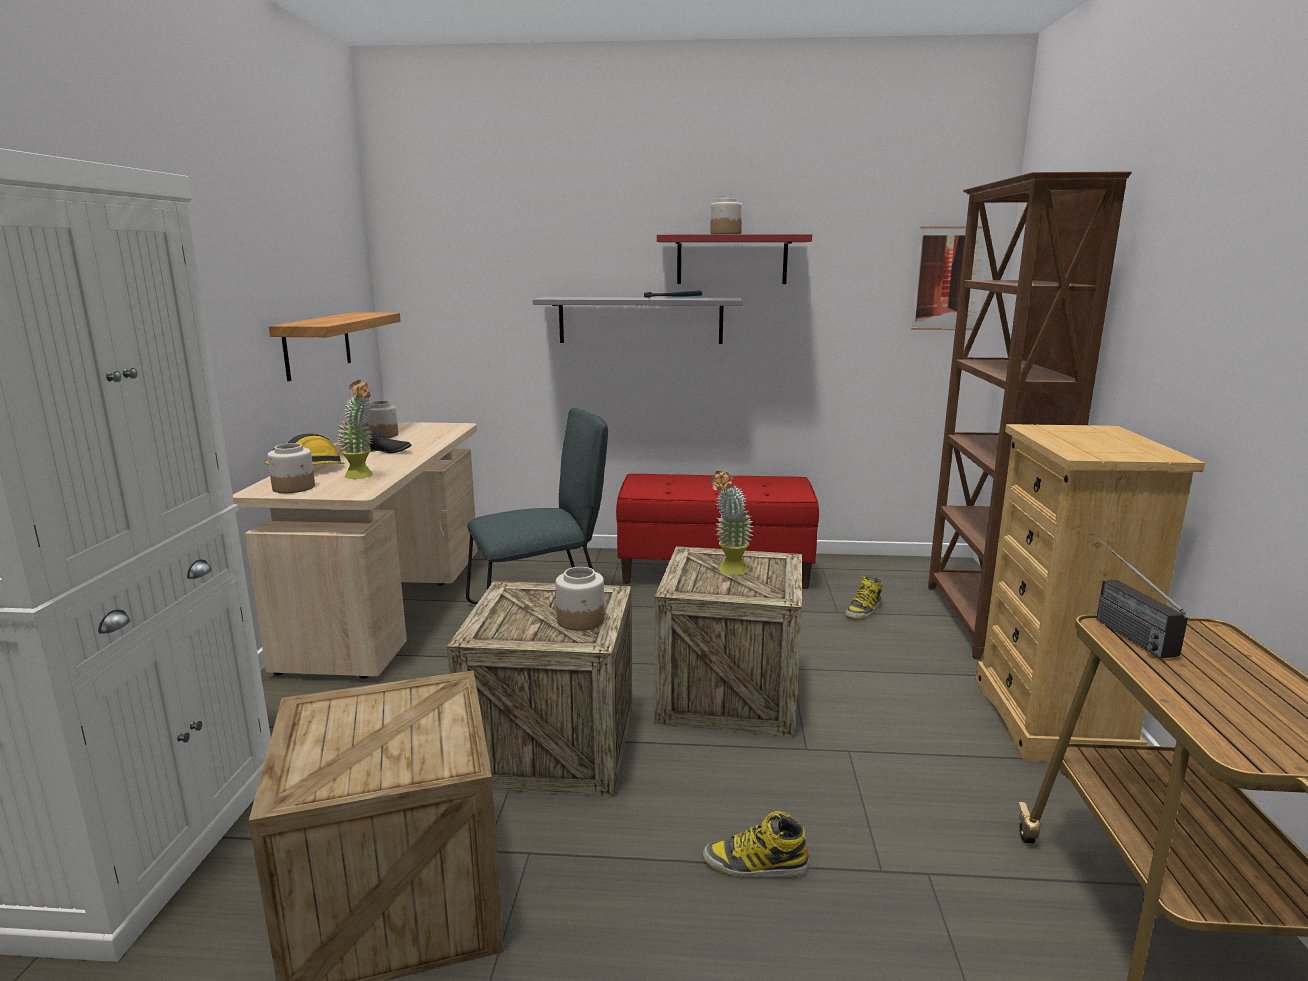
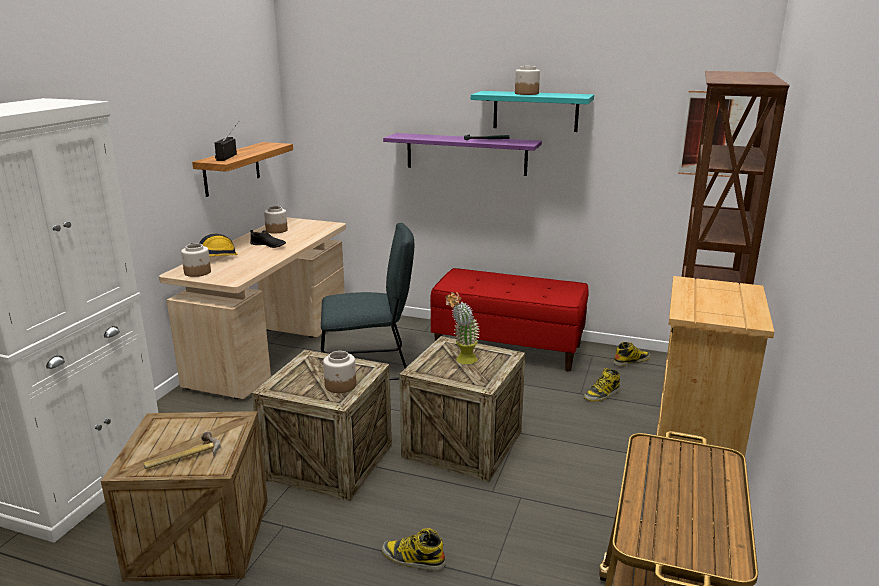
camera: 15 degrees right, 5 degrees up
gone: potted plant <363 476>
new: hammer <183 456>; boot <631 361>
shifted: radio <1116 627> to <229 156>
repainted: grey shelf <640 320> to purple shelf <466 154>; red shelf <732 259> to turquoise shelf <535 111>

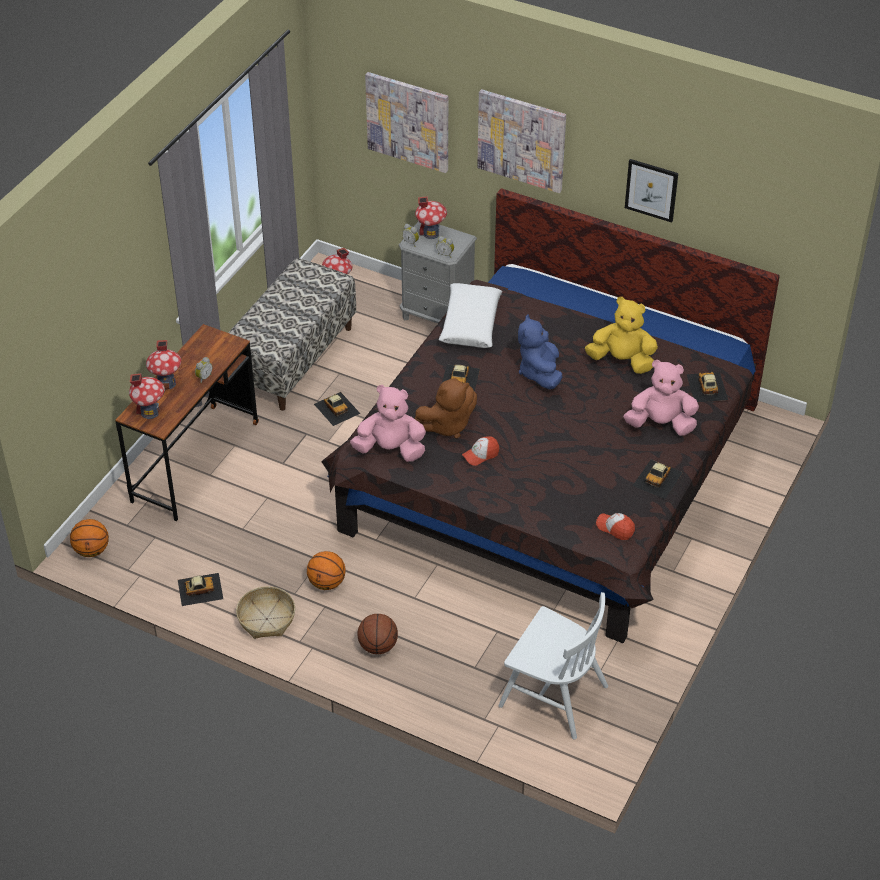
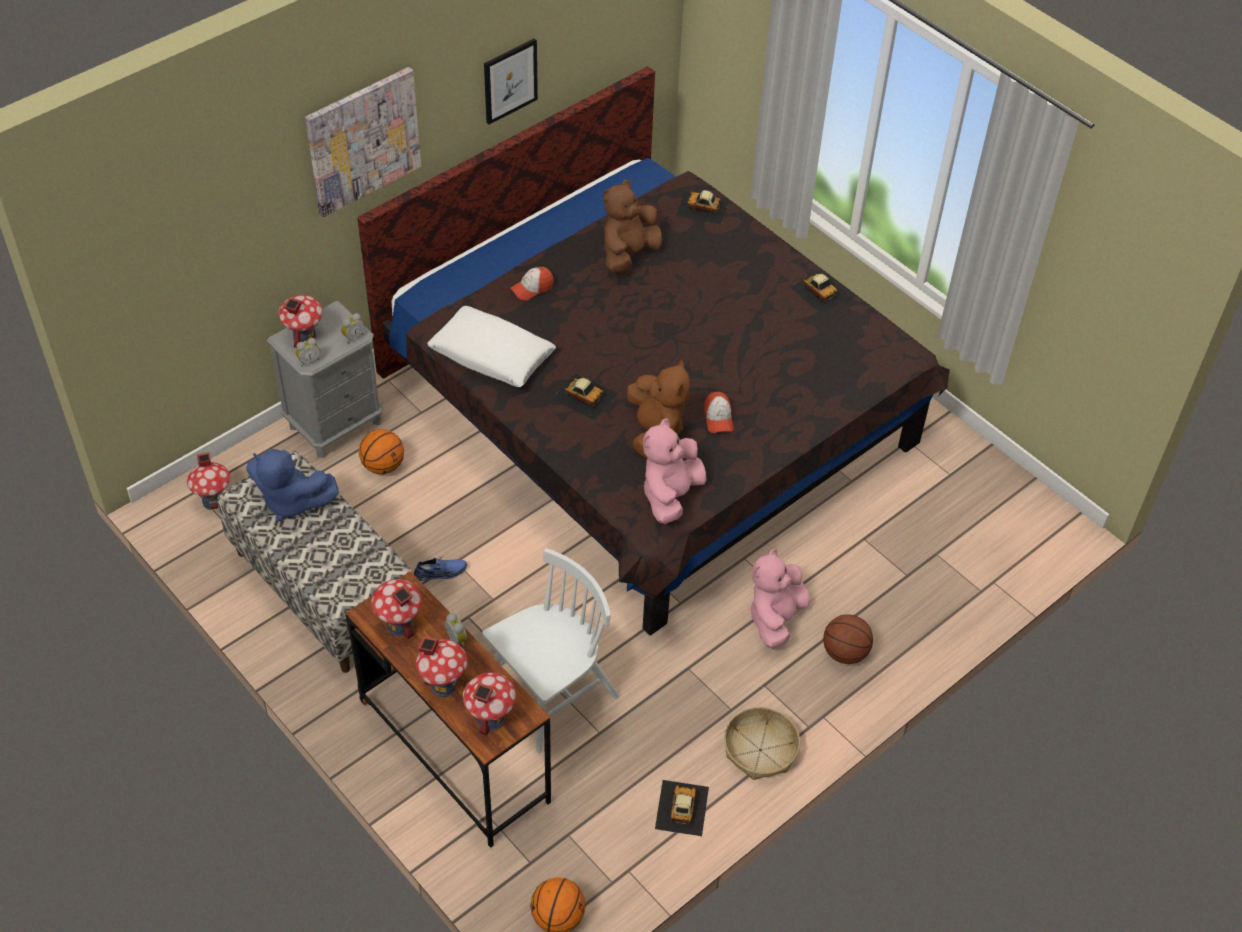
camera: 70 degrees left, 5 degrees up
gone: picture <408 121>
new: toy house <399 625>
shifted: blue plush toy <540 373> to <291 501>; basketball <326 583> to <383 466>; white chair <553 695> to <550 694>; cap <615 528> to <532 288>; pink plush toy <661 424> to <775 618>
swapped: toy car <337 408> to blue shoe <440 572>
repainted: yellow plush toy <622 361> to brown plush toy <628 254>

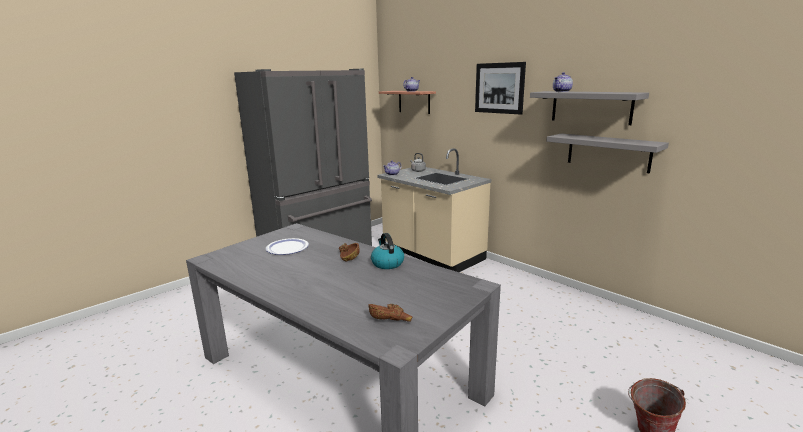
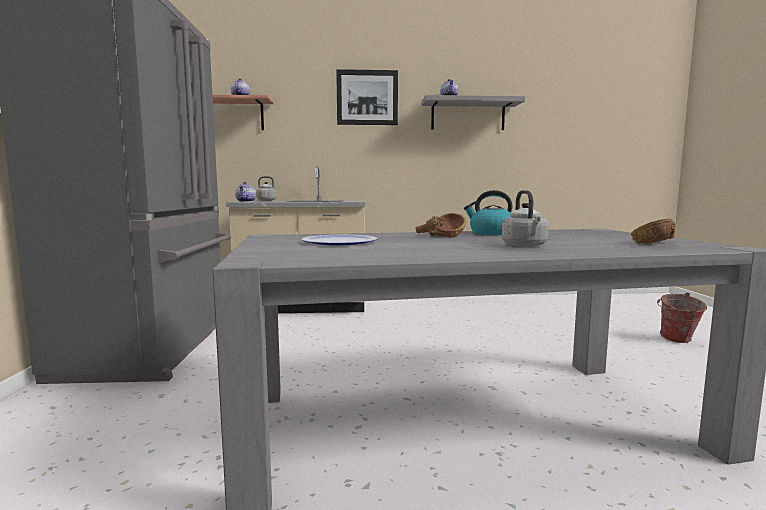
camera: 50 degrees left, 10 degrees down
gone: grey shelf <608 152>
new: grey kettle <525 246>

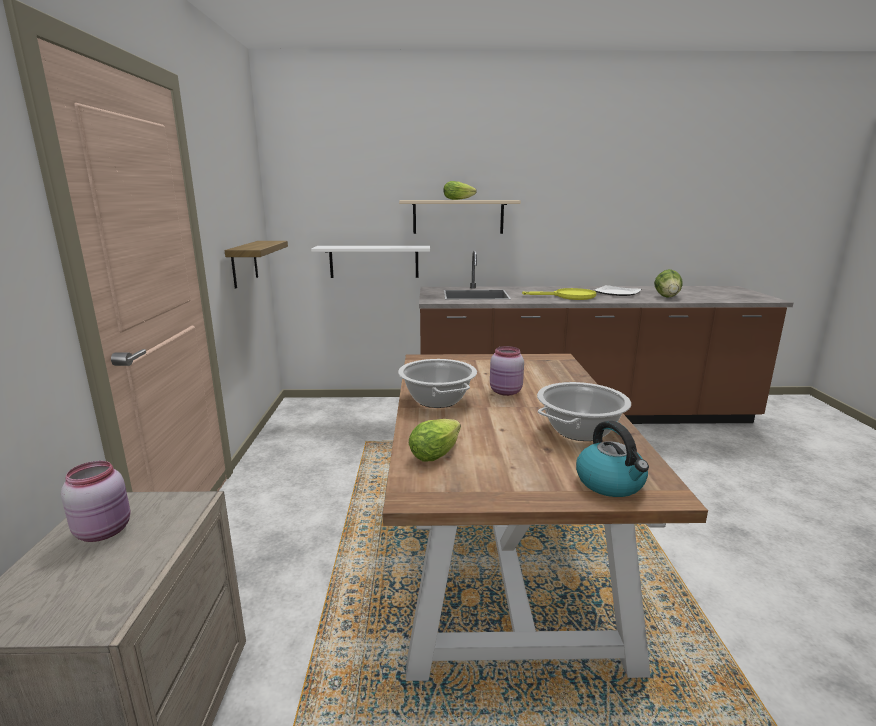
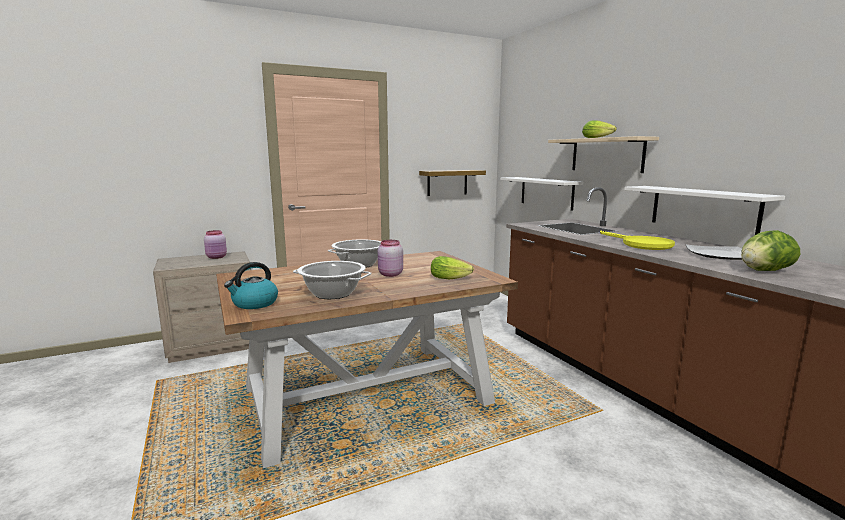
camera: 65 degrees right, 5 degrees down
new: white shelf <703 209>
shifted: lettuce <438 451> to <452 278>

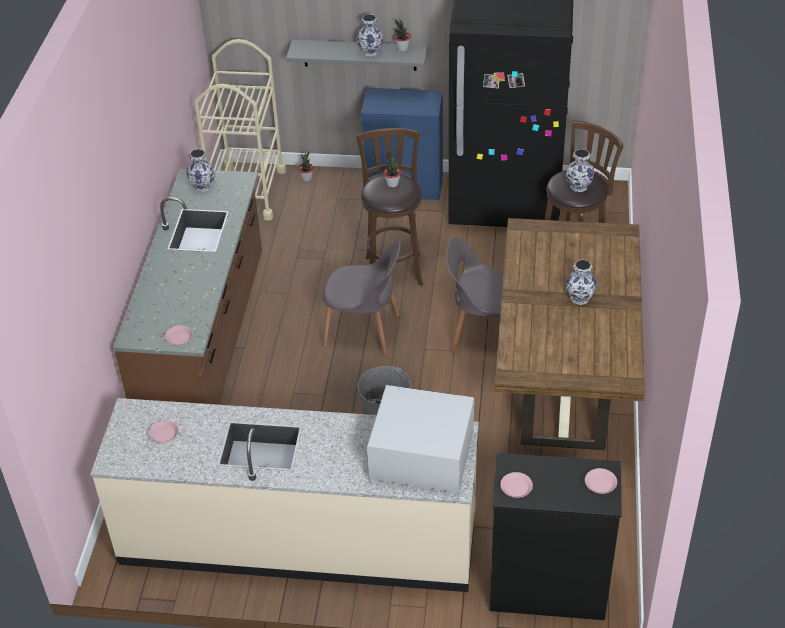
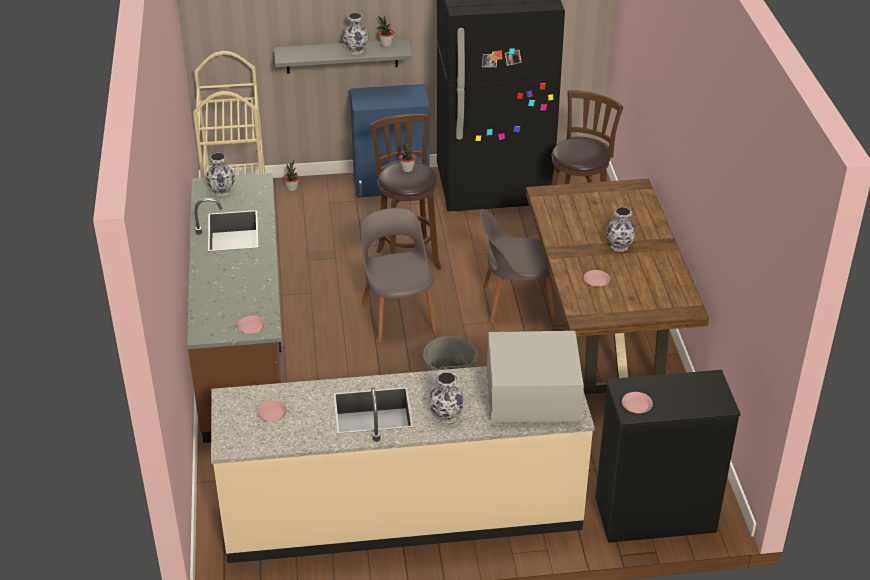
camera: 15 degrees left, 5 degrees down
shifted: vase <578 186> to <446 415>; pink plate <600 483> to <596 280>
rotated: grey chair <364 331> = <398 316> 105 degrees counterclockwise

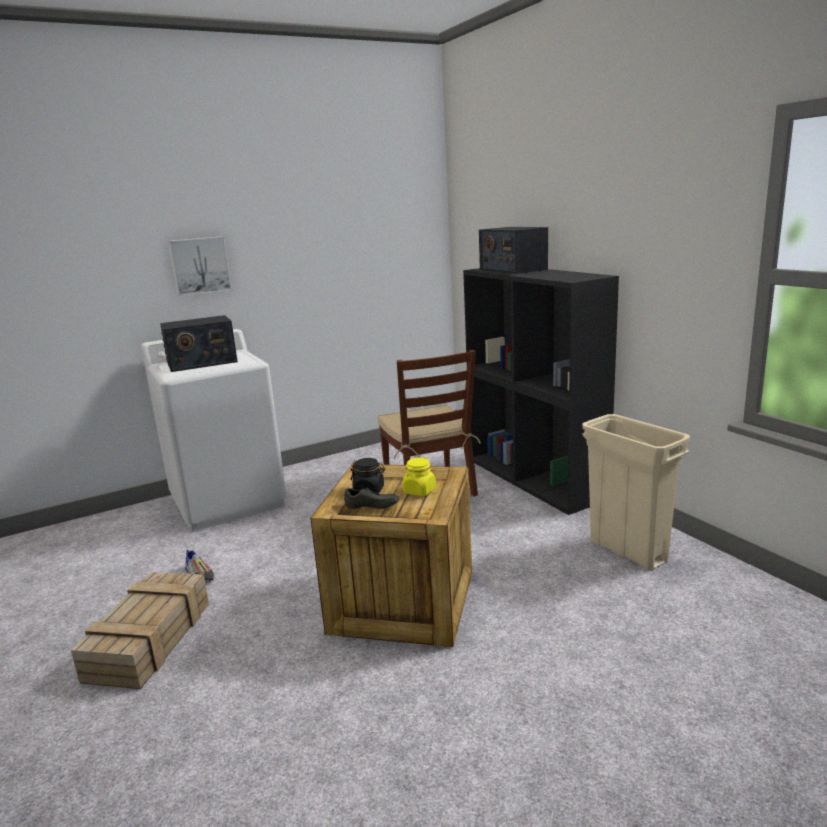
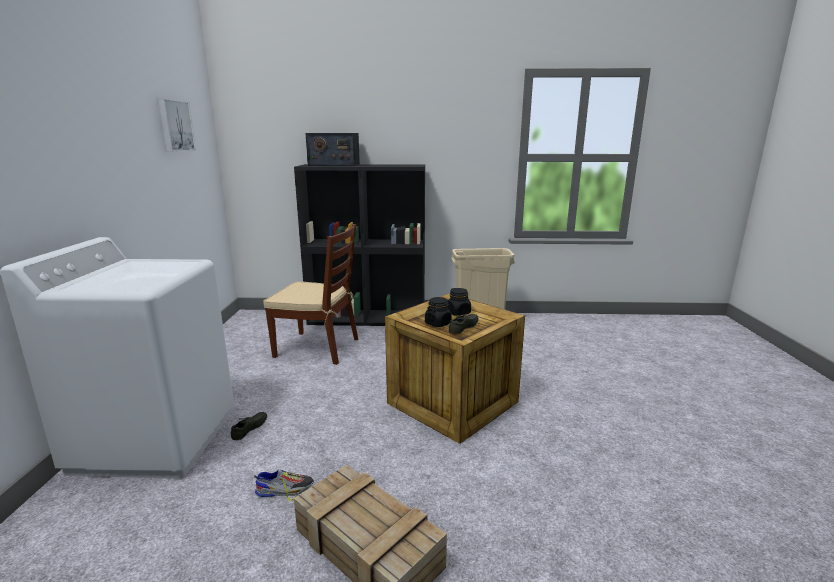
camera: 60 degrees left, 0 degrees up
gone: radio <201 363>
new: grey shoe <251 429>
shifted: picture <200 265> to <175 126>
repainted: yellow jar <419 491> to black jar <458 313>

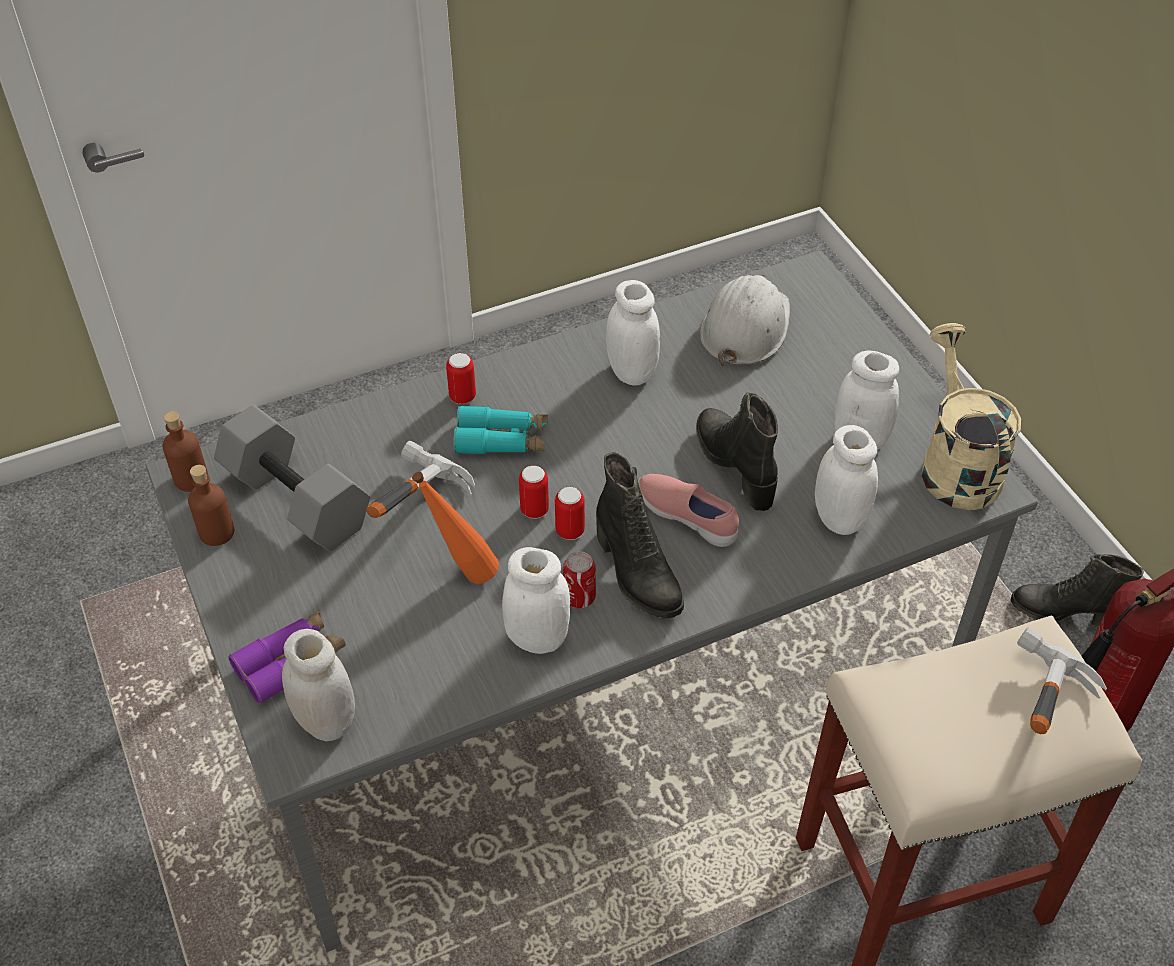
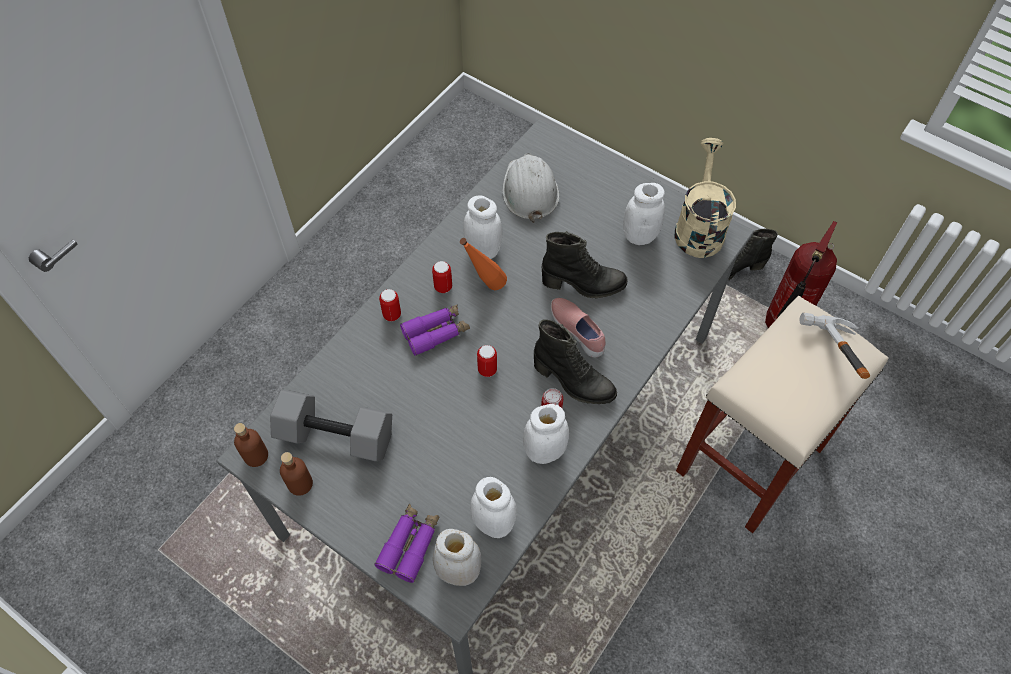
camera: 30 degrees left, 10 degrees up
gone: hammer <408 510>
shifted: can <570 531> to <443 287>; orange bottle <462 571> to <484 287>; white jar <839 518> to <493 523>
repainted: turquoise binoculars <501 440> to purple binoculars <436 332>
rotated: black boot <736 466> = <583 285> 150 degrees clockwise; pink shoe <688 517> = <578 331> 45 degrees clockwise; beige watering can <955 464> = <698 227> 45 degrees clockwise

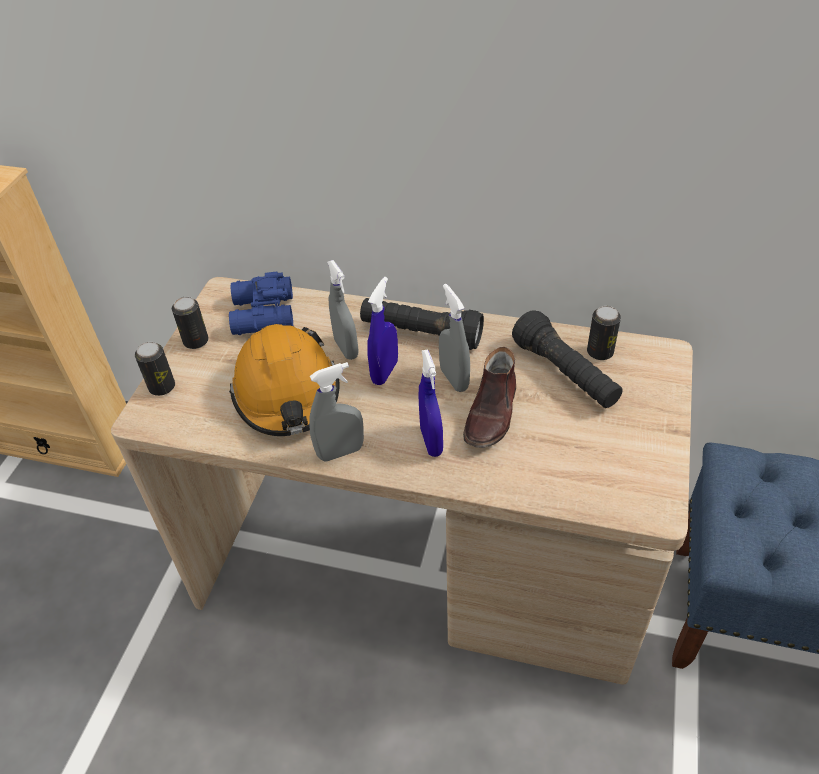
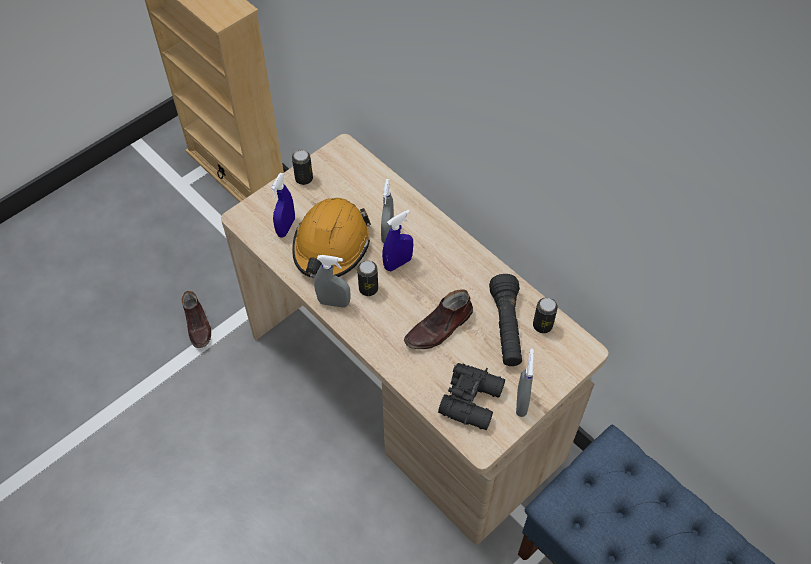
camera: 30 degrees right, 10 degrees up
gone: blue binoculars <261 316>; black flashlight <421 334>
new: brown shoe <198 325>; black binoculars <473 400>
shifted: blue spray bottle <431 441> to <286 227>; can <162 387> to <368 288>; grey spray bottle <454 379> to <521 402>

